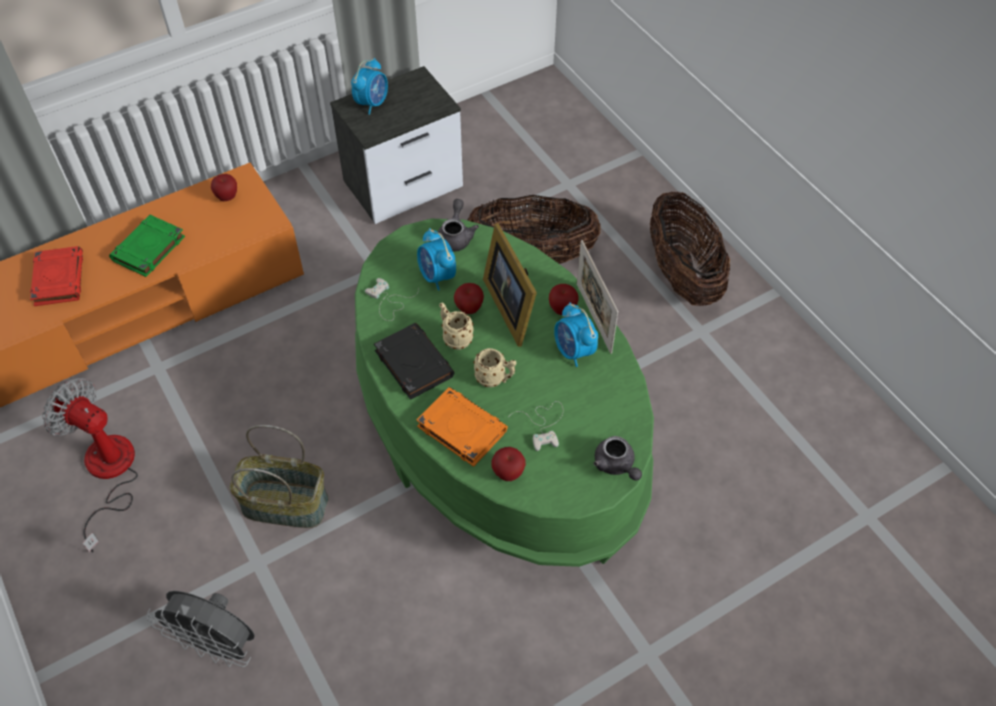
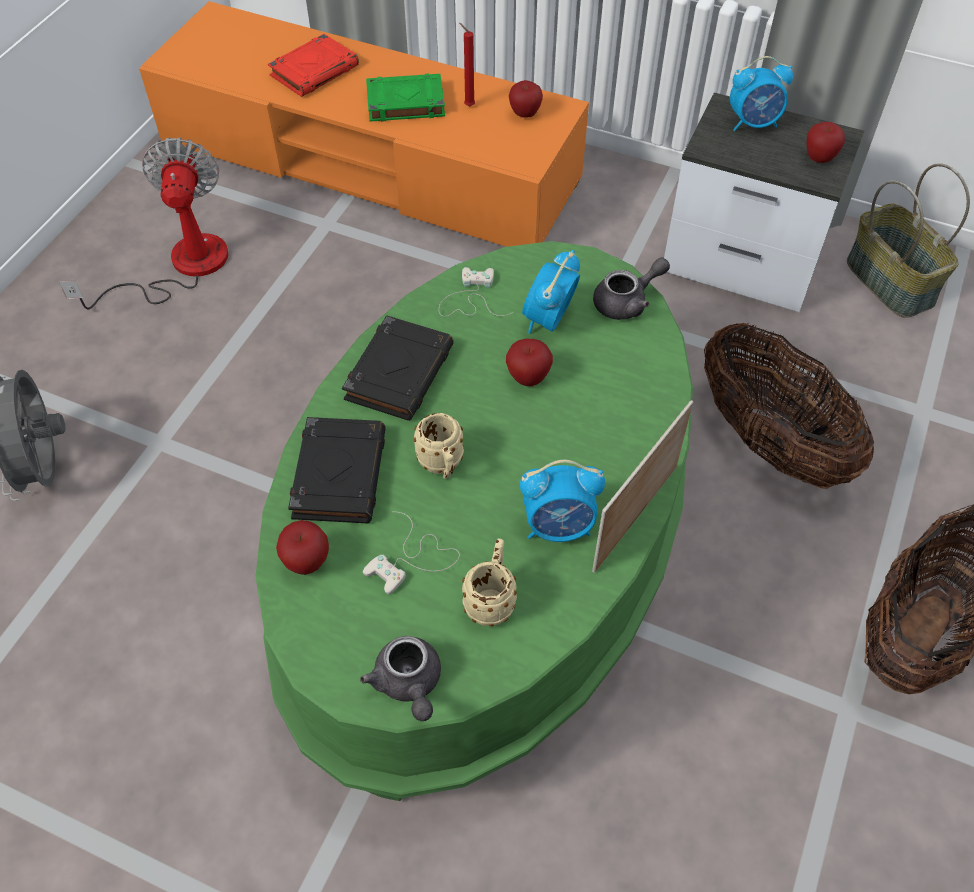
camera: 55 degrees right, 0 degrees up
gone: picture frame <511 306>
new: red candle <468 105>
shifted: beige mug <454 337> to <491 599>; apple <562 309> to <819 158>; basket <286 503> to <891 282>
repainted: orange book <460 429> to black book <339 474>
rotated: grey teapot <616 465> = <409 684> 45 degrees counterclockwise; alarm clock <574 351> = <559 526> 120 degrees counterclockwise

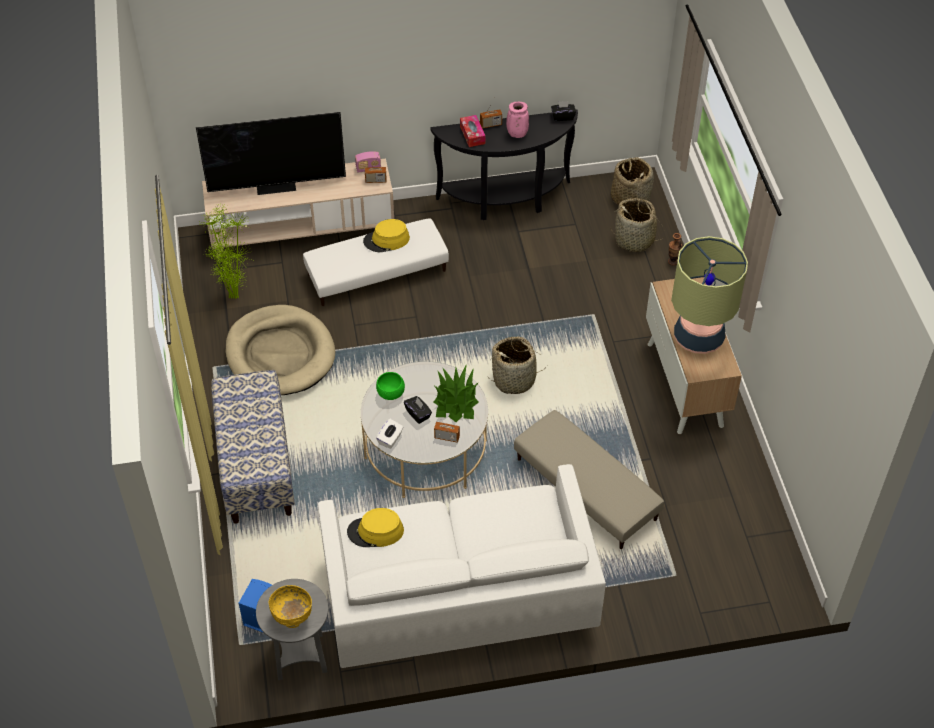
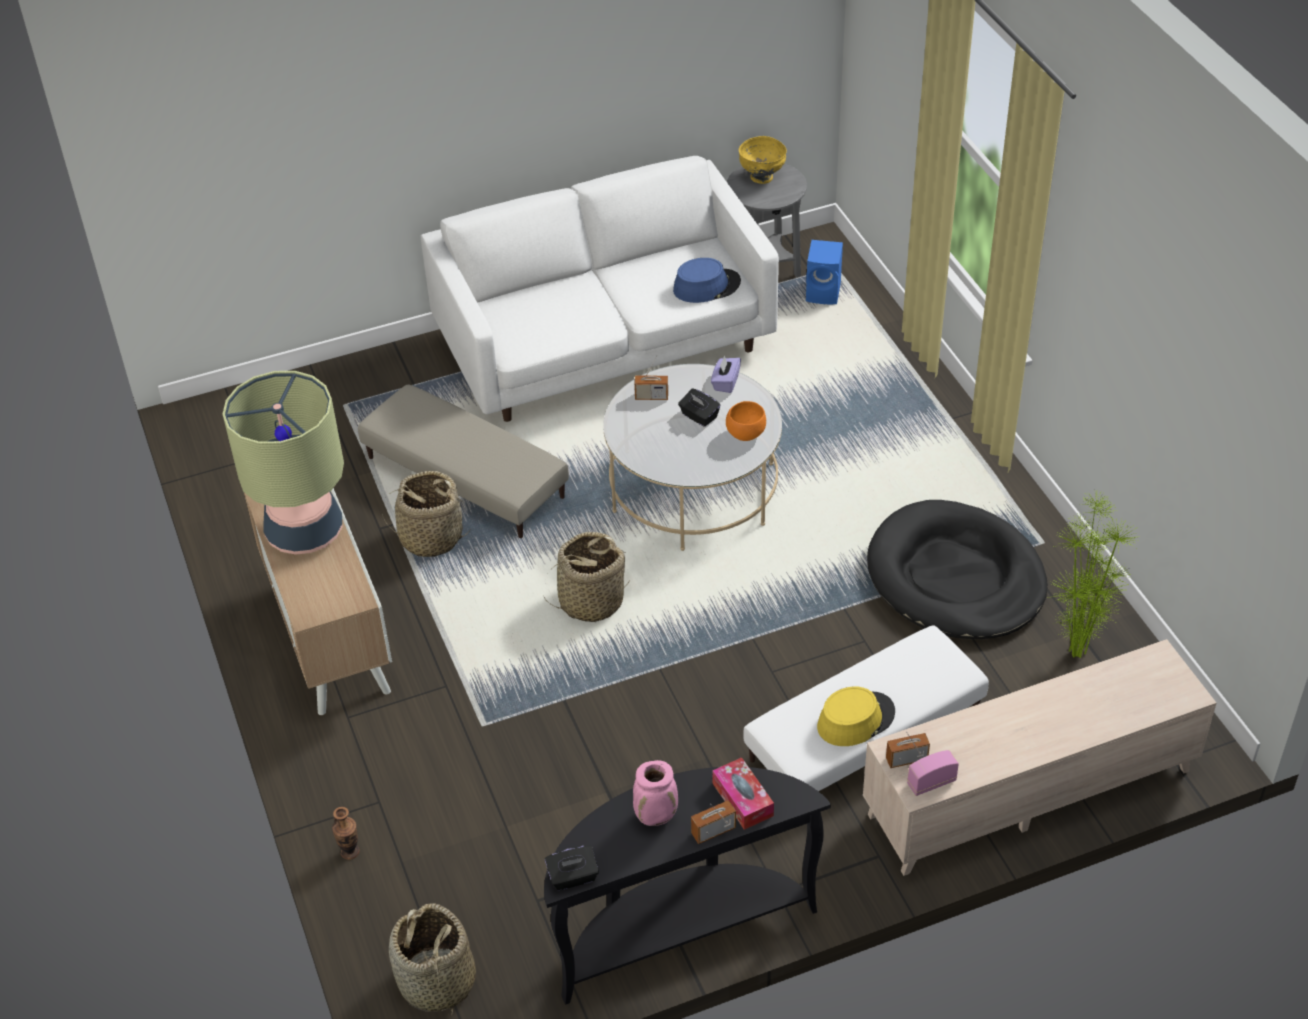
camera: 170 degrees right, 5 degrees down
gone: television <276 185>; bench <256 466>; potted plant <456 402>
shifted: basket <634 240> to <431 537>
repainted: yellow hat <375 532> to blue hat <706 286>; white tissue box <390 439> to purple tissue box <725 382>; green bowl <391 394> to orange bowl <744 434>; beige dog bed <280 354> to black dog bed <955 577>

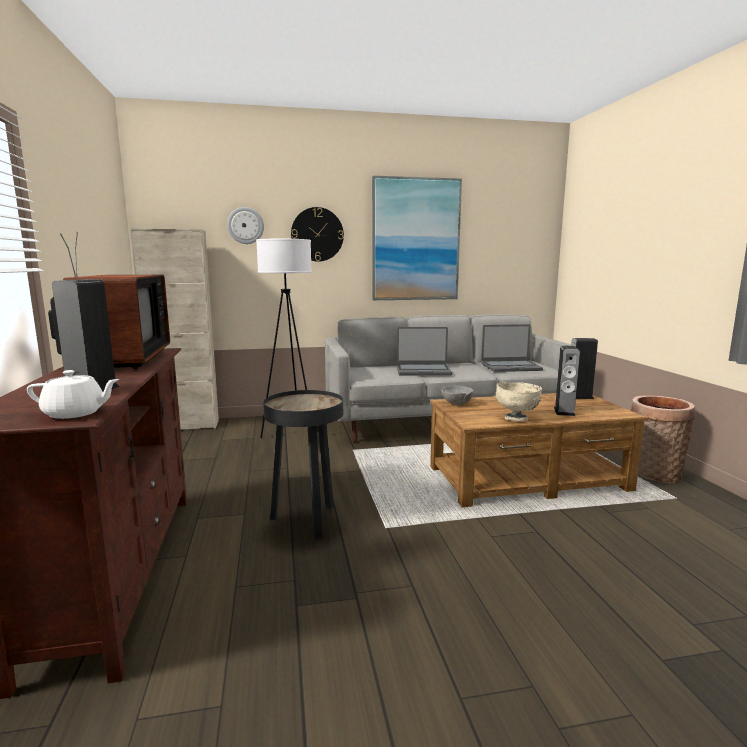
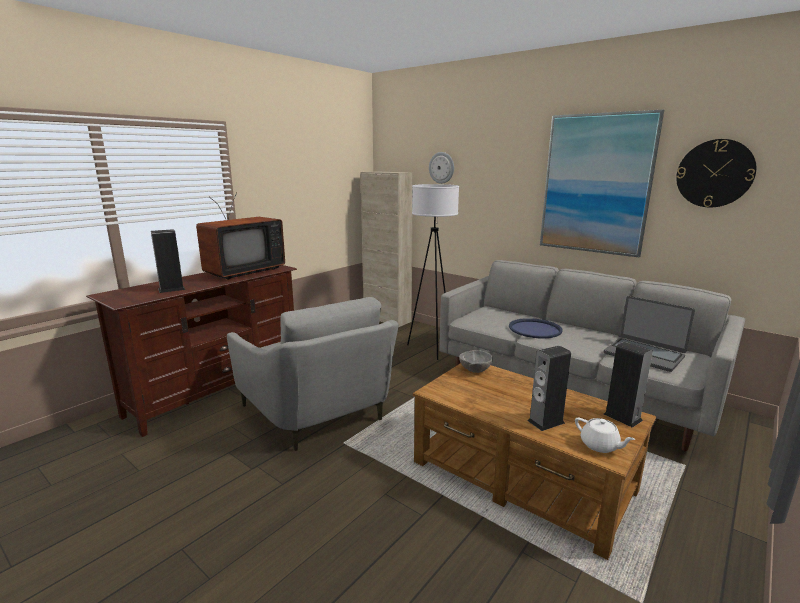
camera: 50 degrees right, 5 degrees up
gone: beige bowl <517 419>; basket <653 474>
shifted: white teapot <75 413> to <600 445>; wall clock <317 234> to <714 173>
swapped: black side table <307 521> to grey armchair <319 412>; laptop <423 371> to blue tray <535 329>

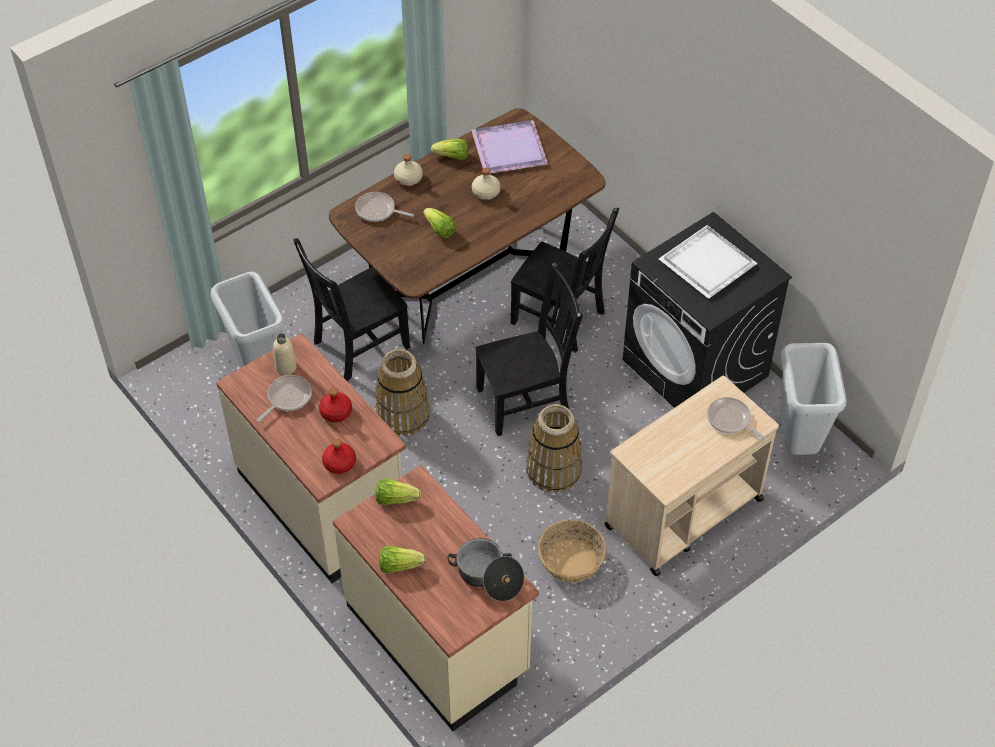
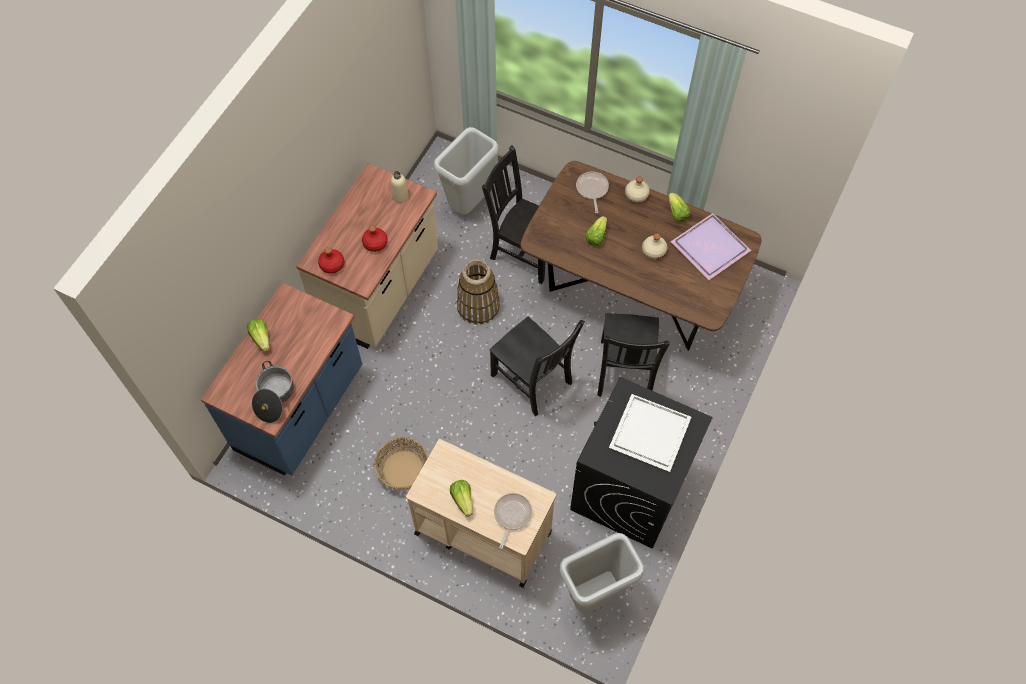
camera: 65 degrees right, 10 degrees up
gone: frying pan <287 398>; basket <553 470>
shifted: lettuce <395 499> to <463 499>
repainted: beige counter <439 639> to blue counter <301 410>

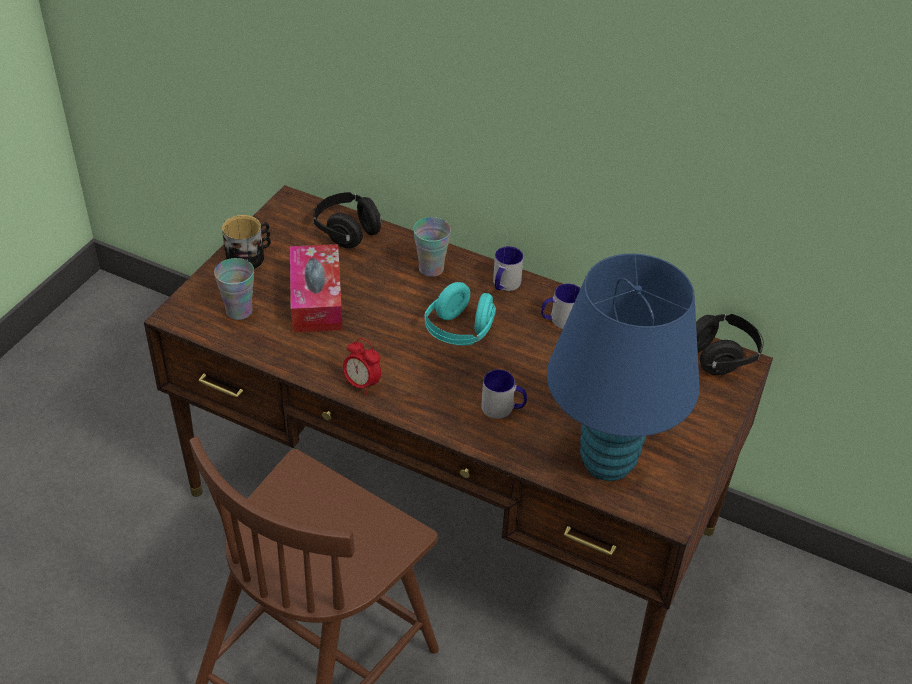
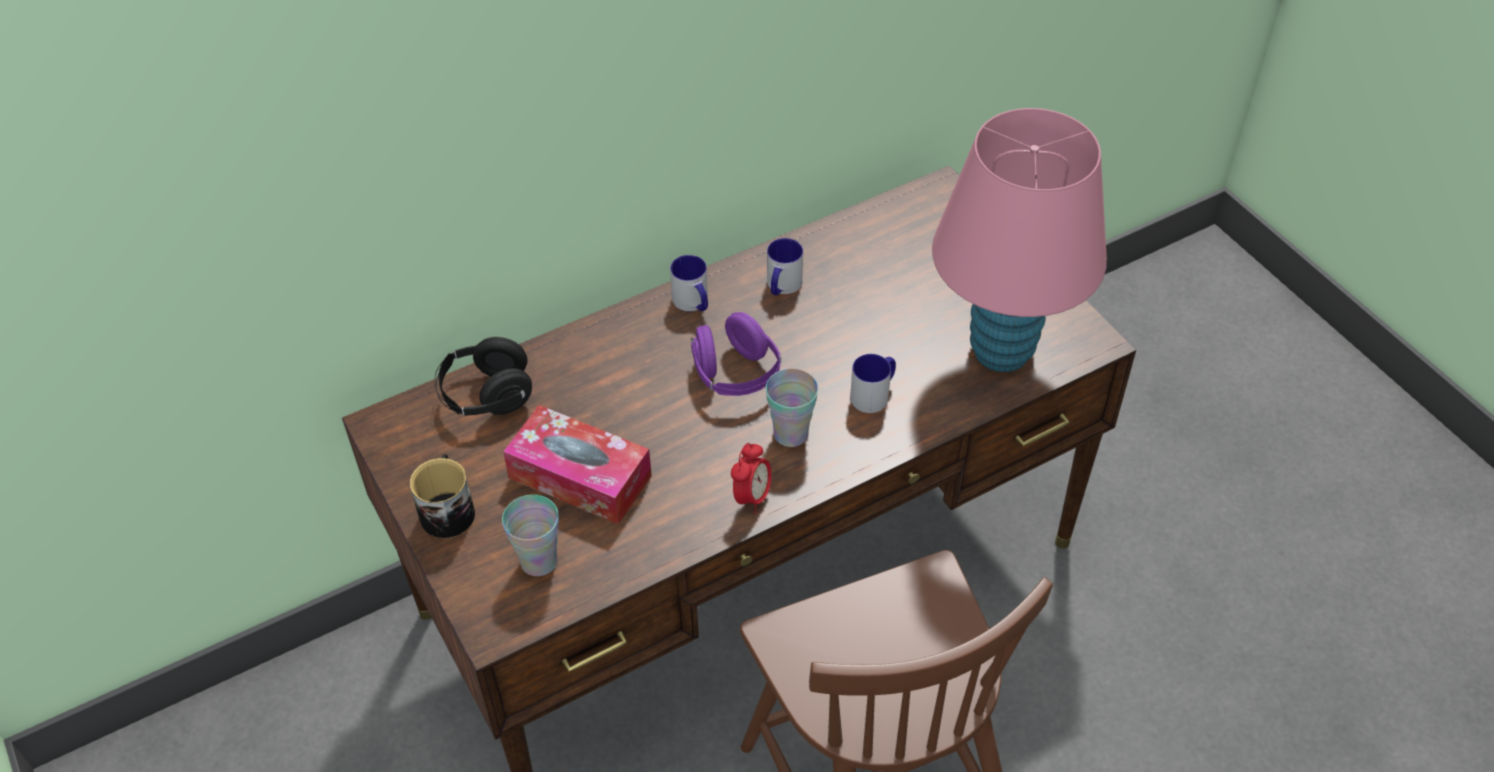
camera: 55 degrees left, 5 degrees up
gone: black headphones <721 356>
shifted: cup <431 269> to <790 434>
repainted: turquoise headphones <459 332> to purple headphones <735 375>; blue table lamp <607 462> to pink table lamp <1001 351>
rotated: alarm clock <362 384> = <752 497> 45 degrees counterclockwise

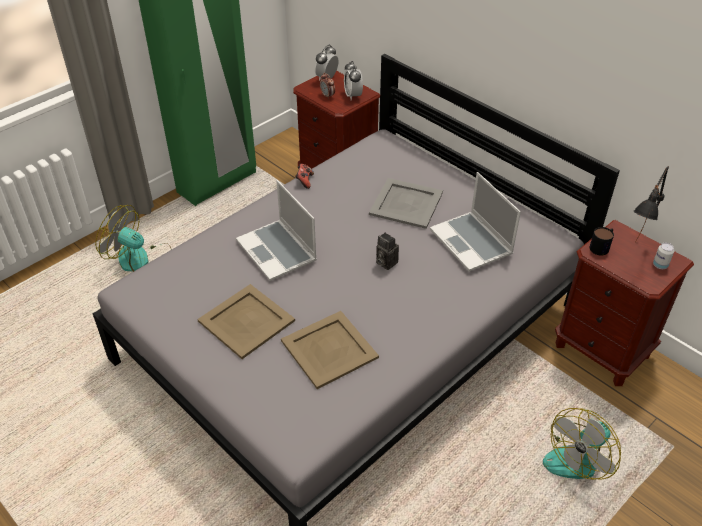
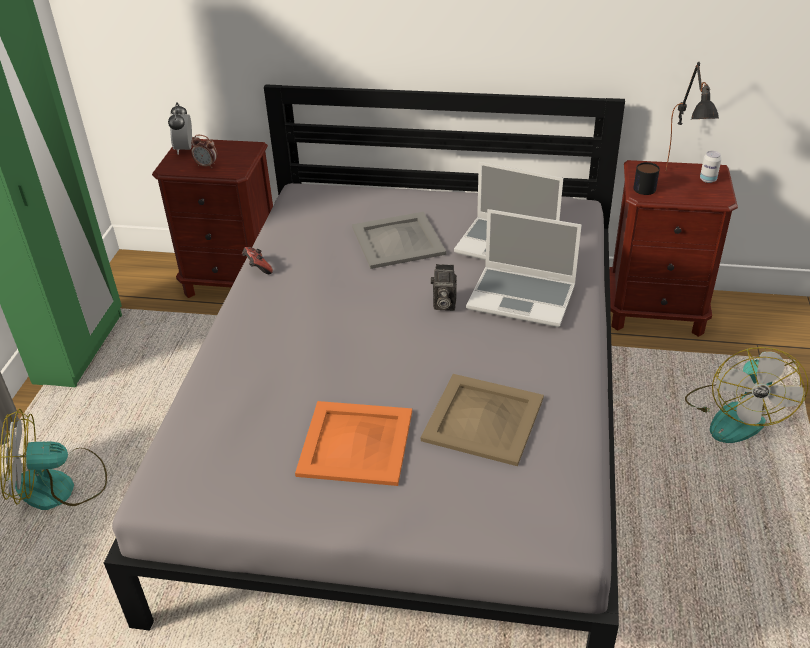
camera: 35 degrees left, 5 degrees down
gone: alarm clock <353 95>
shifted: laptop <278 251> to <523 297>
repainted: beige tray <245 321> to orange tray <354 443>

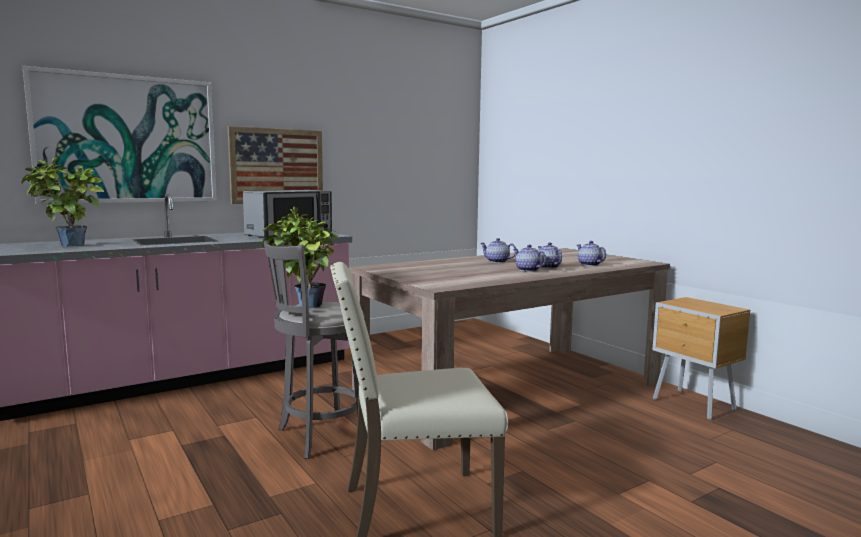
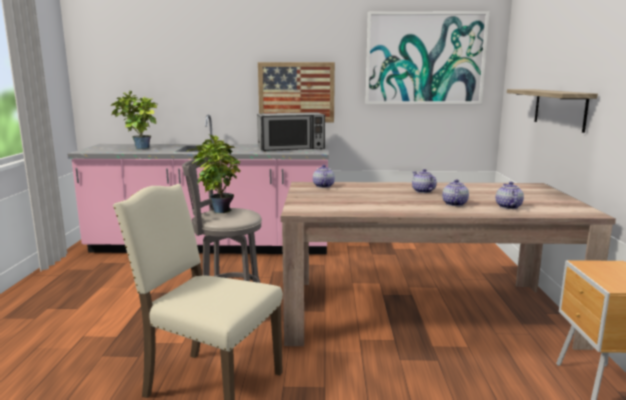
camera: 35 degrees right, 5 degrees up
new: shelf <559 109>
shifted: teapot <527 270> to <323 186>; picture <127 139> to <425 58>

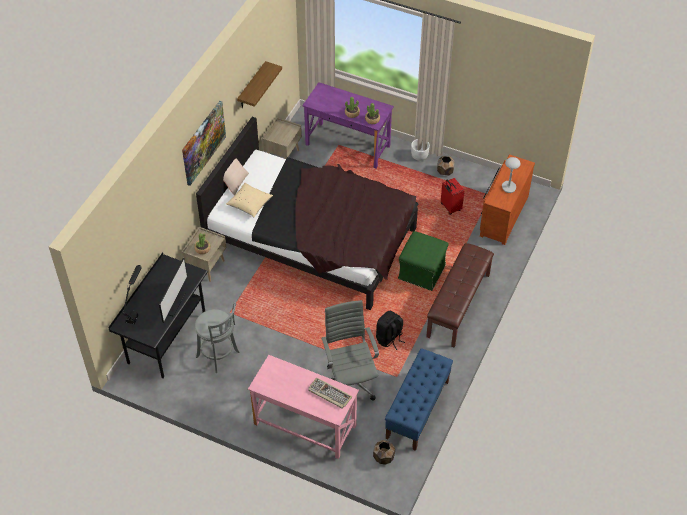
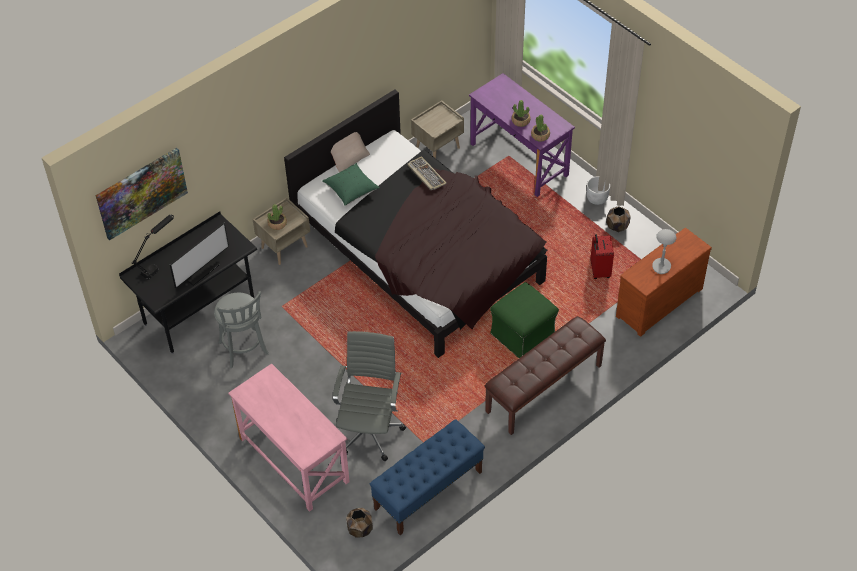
camera: 25 degrees right, 0 degrees up
gone: shelf <251 86>; black backpack <389 338>
shifted: picture <203 142> to <141 193>; keyboard <329 394> to <426 175>
repainted: beige pillow <249 204> to green pillow <351 190>

